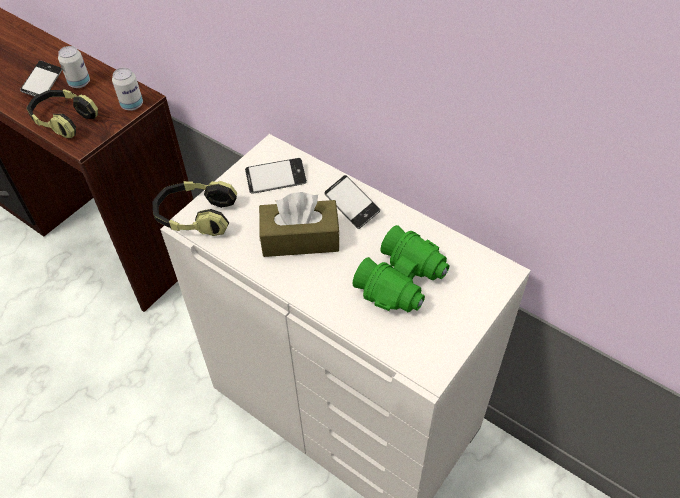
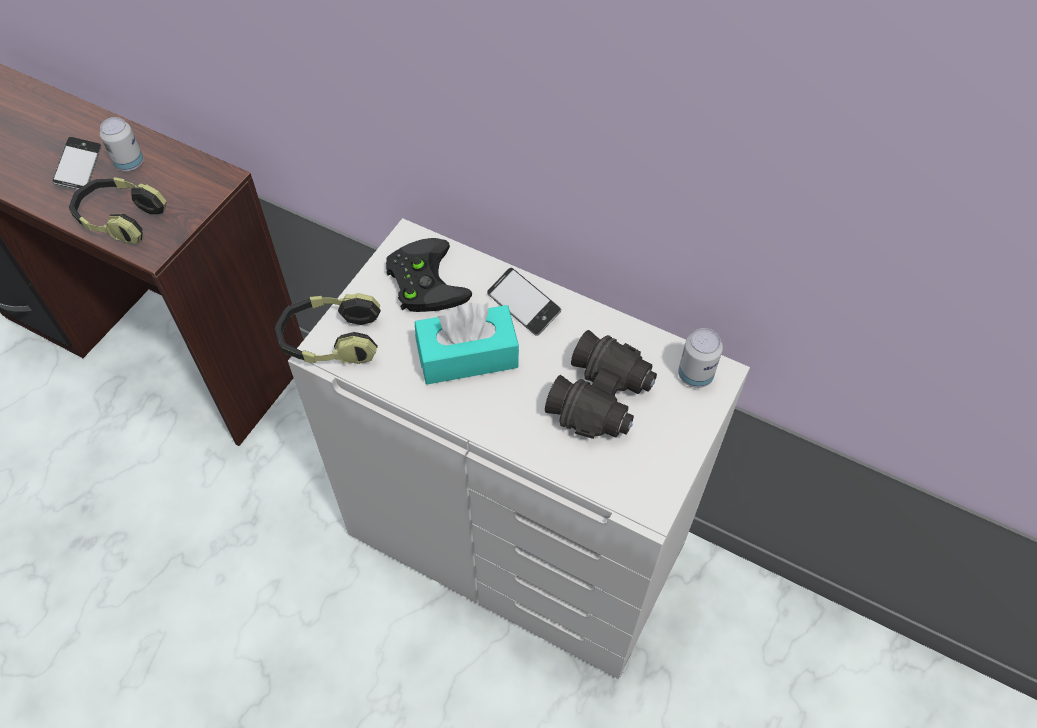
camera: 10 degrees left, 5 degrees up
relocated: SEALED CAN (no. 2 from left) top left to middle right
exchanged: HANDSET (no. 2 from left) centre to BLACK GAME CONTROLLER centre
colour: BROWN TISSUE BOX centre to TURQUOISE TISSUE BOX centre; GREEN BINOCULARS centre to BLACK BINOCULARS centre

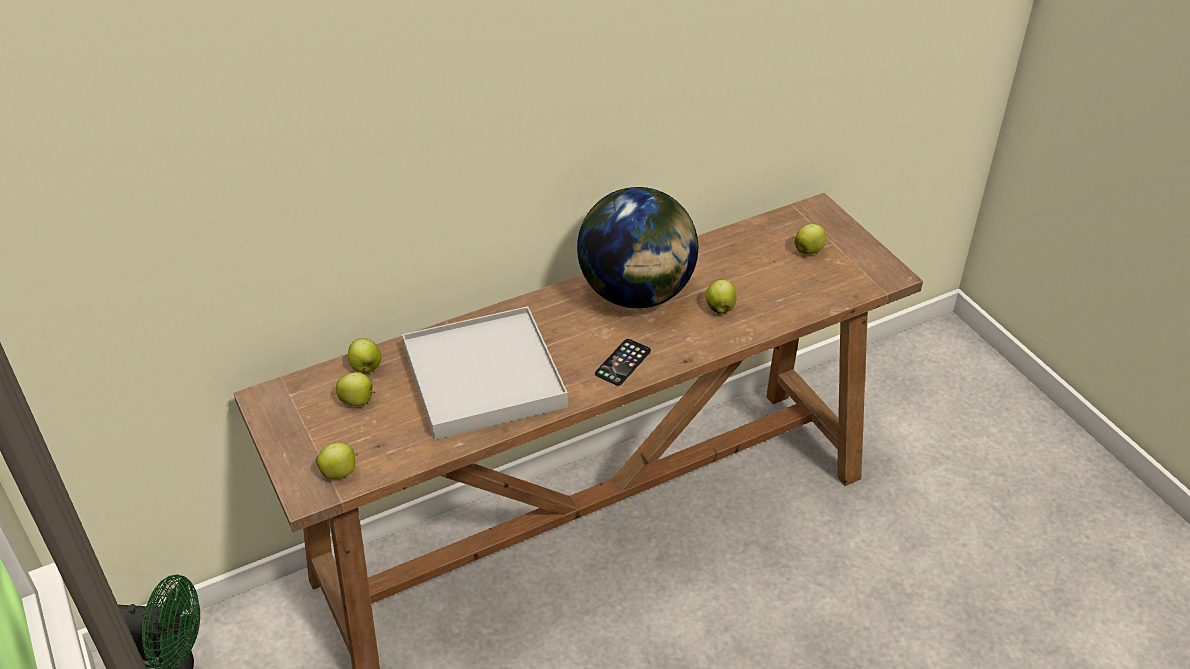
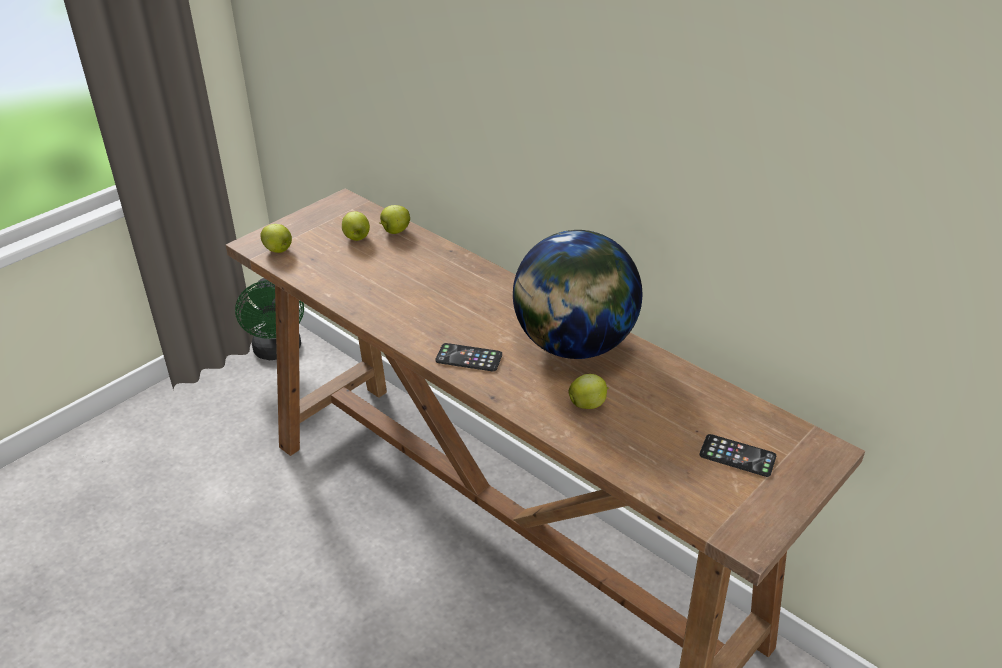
camera: 70 degrees right, 5 degrees down
missing: WHITE TRAY centre
exchanged: APPLE (no. 5 from left) middle right to HANDSET (no. 2 from left) bottom right

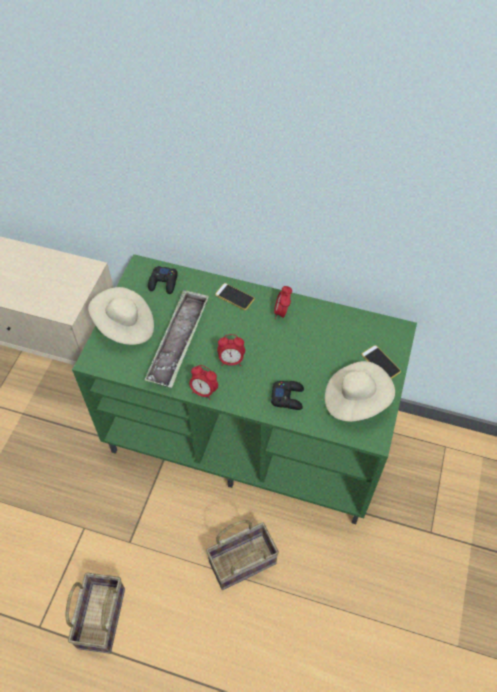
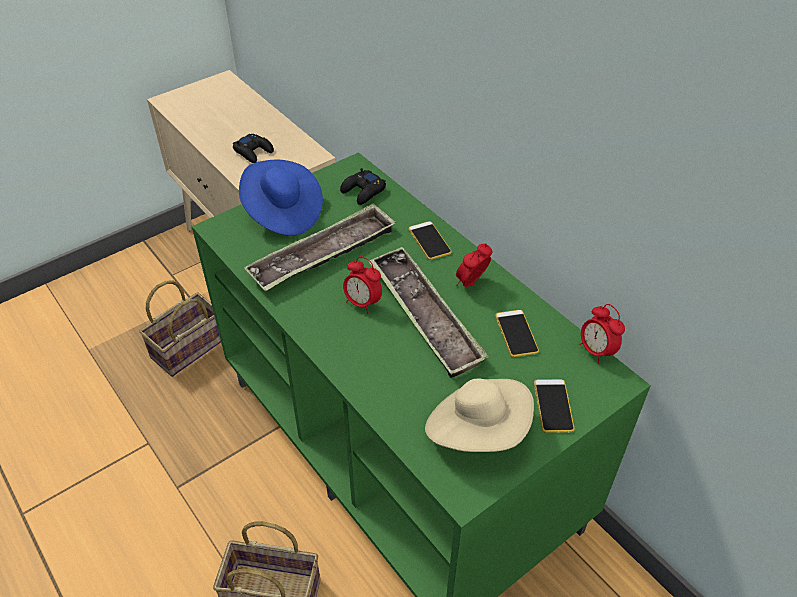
camera: 35 degrees right, 10 degrees down
appeared: TRAY (no. 2 from left) centre; HANDSET (no. 2 from left) centre
relocated: STORAGE BASKET (no. 1 from left) bottom left to middle left; TABLE CLOCK (no. 1 from left in the first image) centre to TABLE CLOCK (no. 3 from left) middle right; BLACK GAME CONTROLLER (no. 2 from left in the first image) centre to BLACK GAME CONTROLLER (no. 1 from left) top left
colour: BEIGE-COLOURED CLOTHING HAT (no. 1 from left) middle left to BLUISH CLOTHING HAT top centre

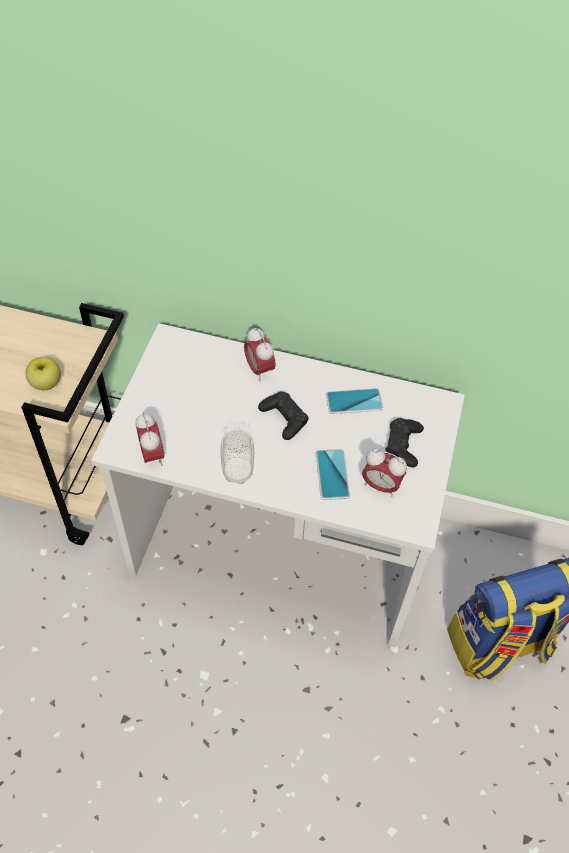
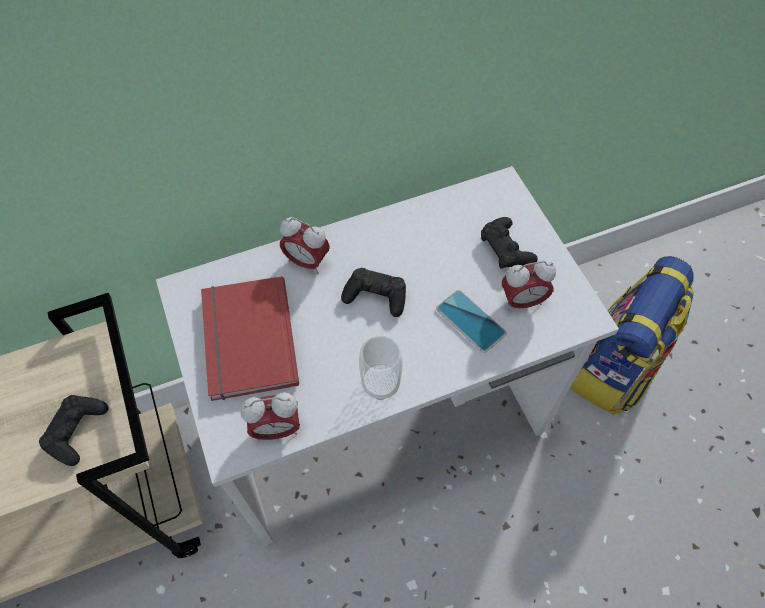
camera: 35 degrees left, 5 degrees up
missing: HANDSET (no. 2 from left) centre
appeared: REDDISH VOLUME middle left
exchanged: APPLE middle left to BLACK GAME CONTROLLER (no. 1 from left) bottom left
spun: TABLE CLOCK (no. 1 from left) middle left = bottom centre 135 degrees clockwise

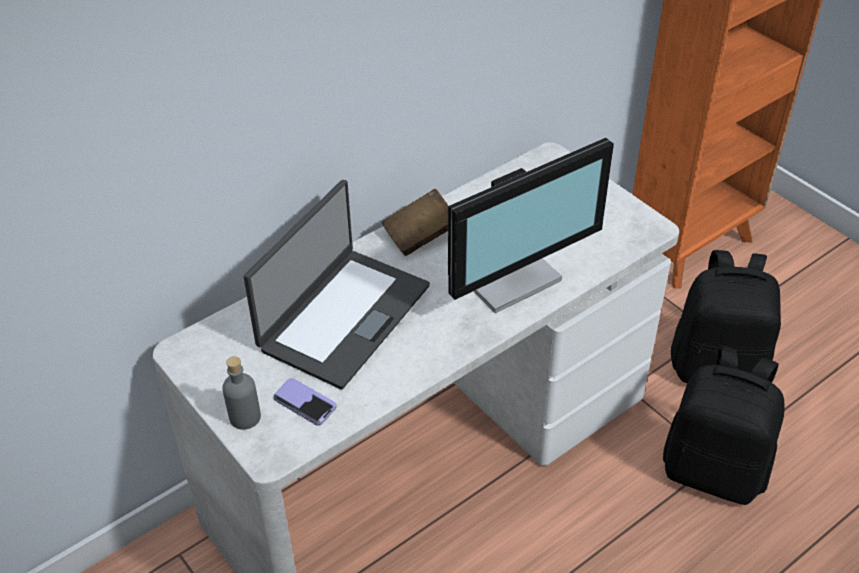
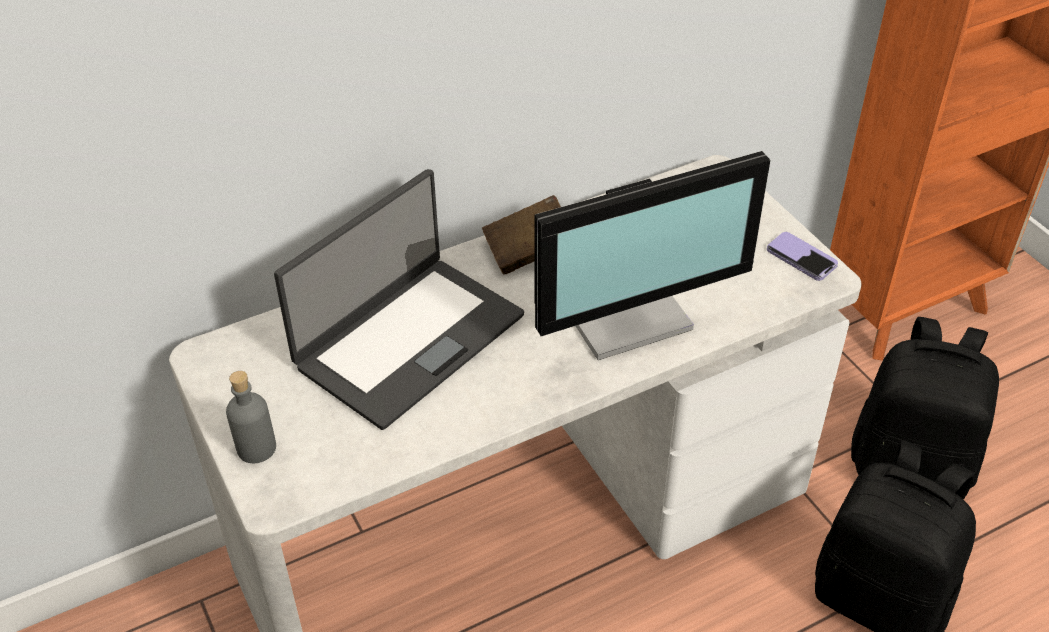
camera: 10 degrees right, 0 degrees up
relocated: HANDSET bottom centre to middle right

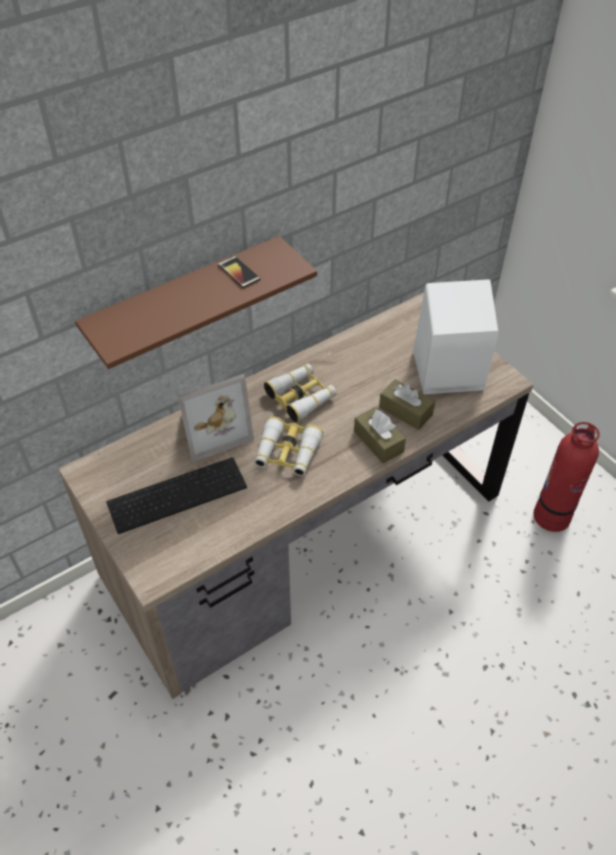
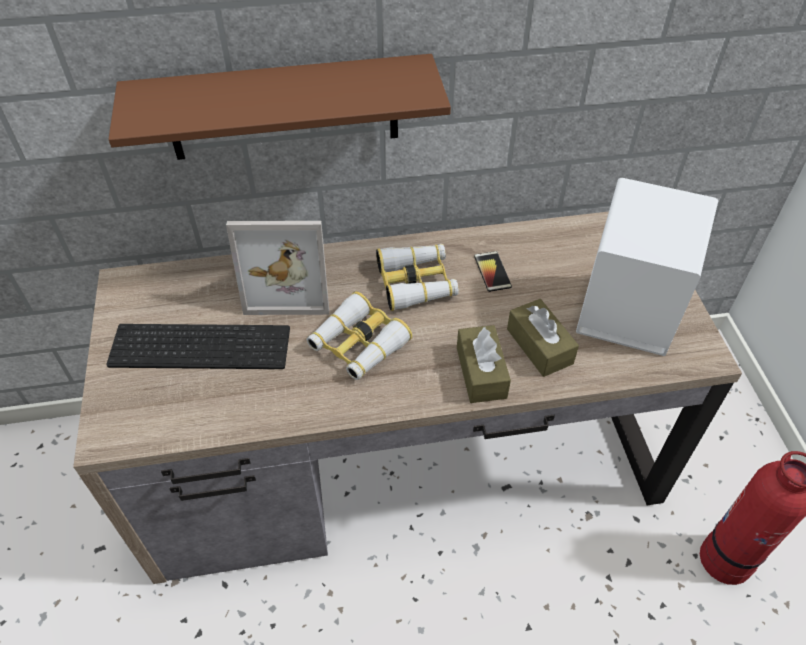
camera: 25 degrees right, 0 degrees up
relocated: HANDSET top centre to centre

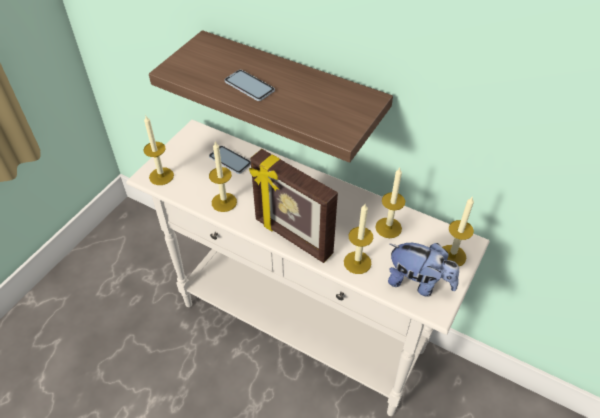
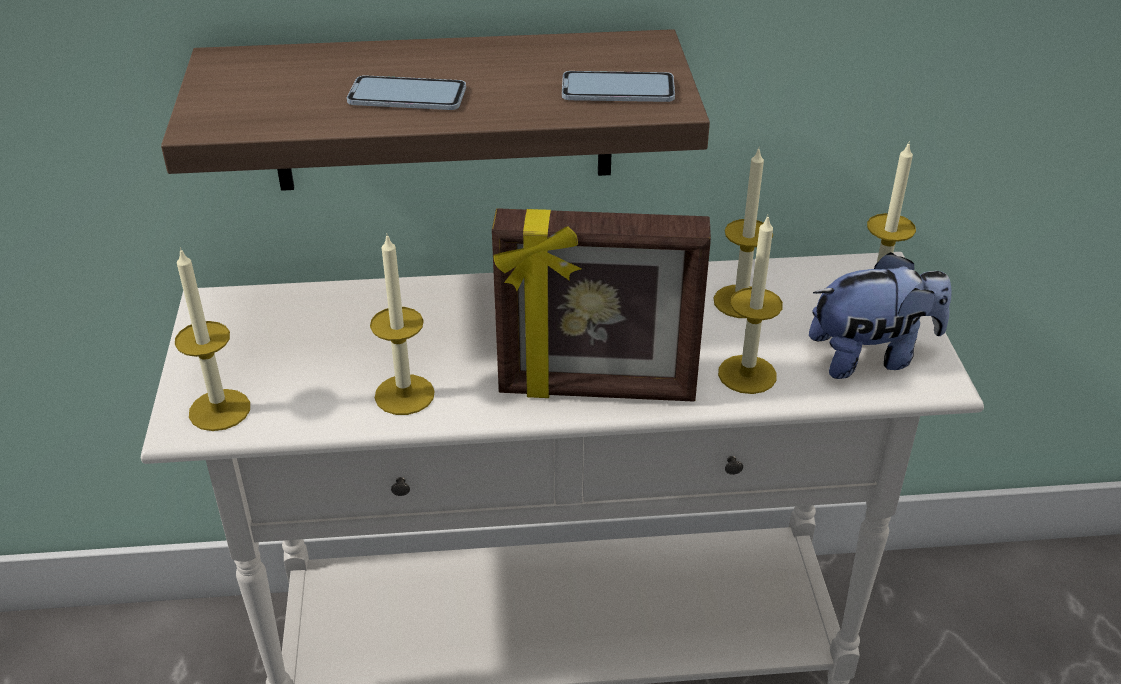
camera: 35 degrees left, 10 degrees down
relocated: HANDSET (no. 1 from left in the first image) centre to HANDSET (no. 2 from left) top centre

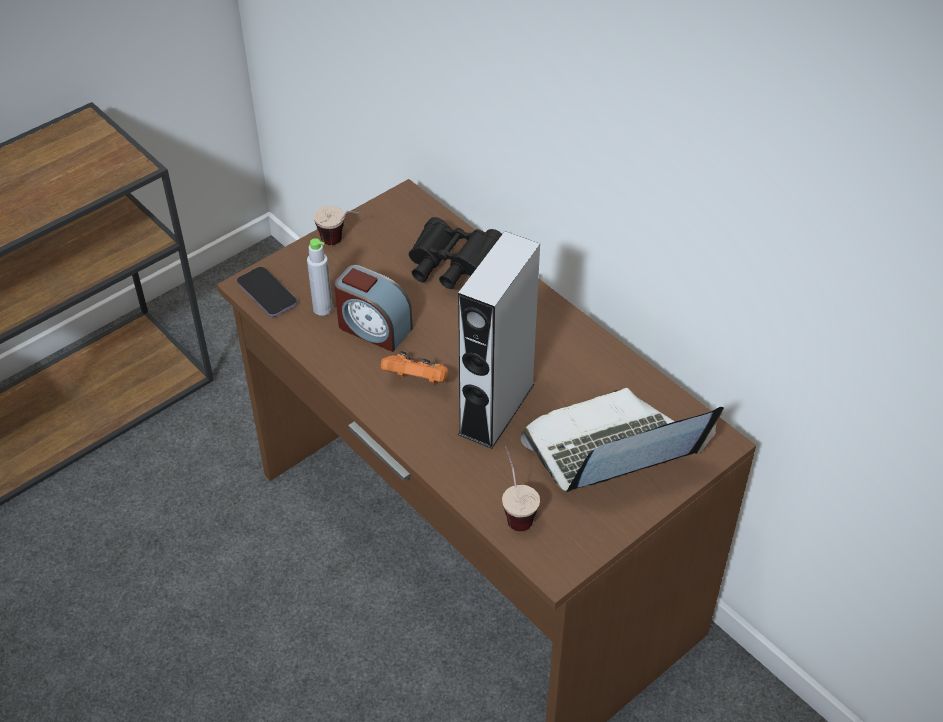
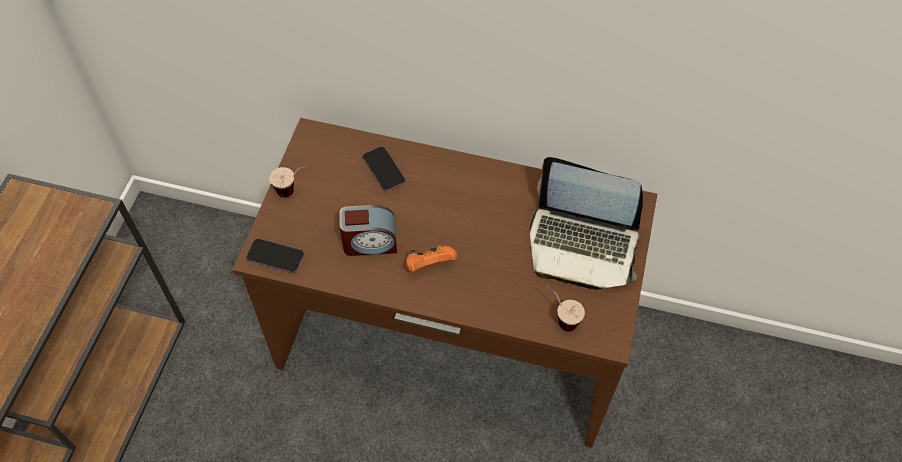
camera: 35 degrees left, 10 degrees up
missing: GREY DRINK BOTTLE centre; GREY LOUDSPEAKER centre
exchanged: BLACK BINOCULARS centre to HANDSET (no. 2 from left) centre
spun: NOTEBOOK COMPUTER centre = centre 105 degrees counterclockwise

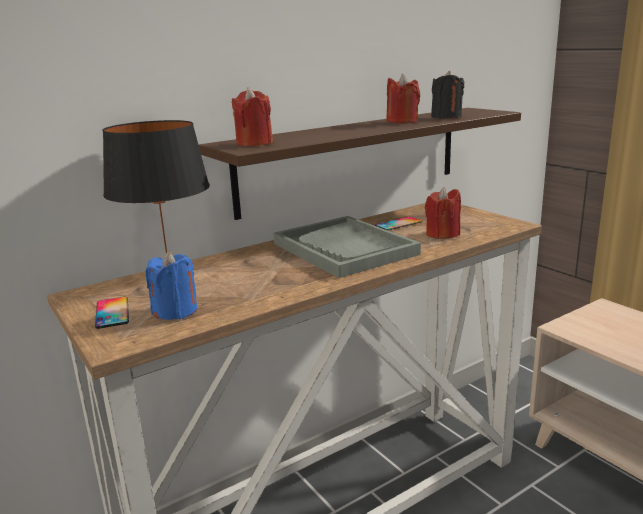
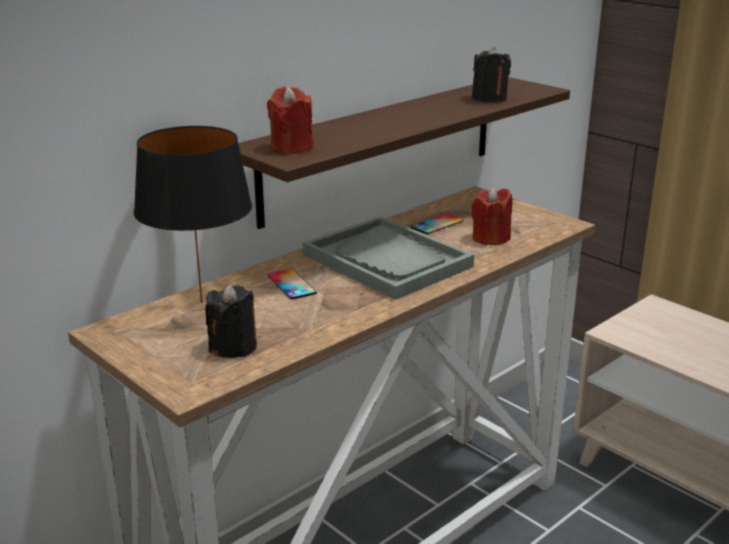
camera: 10 degrees left, 5 degrees up
missing: REDDISH CANDLE (no. 2 from left) top centre
relocated: HANDSET (no. 1 from left) middle left to centre
colour: BLUISH CANDLE middle left to BLACK CANDLE (no. 1 from left) middle left

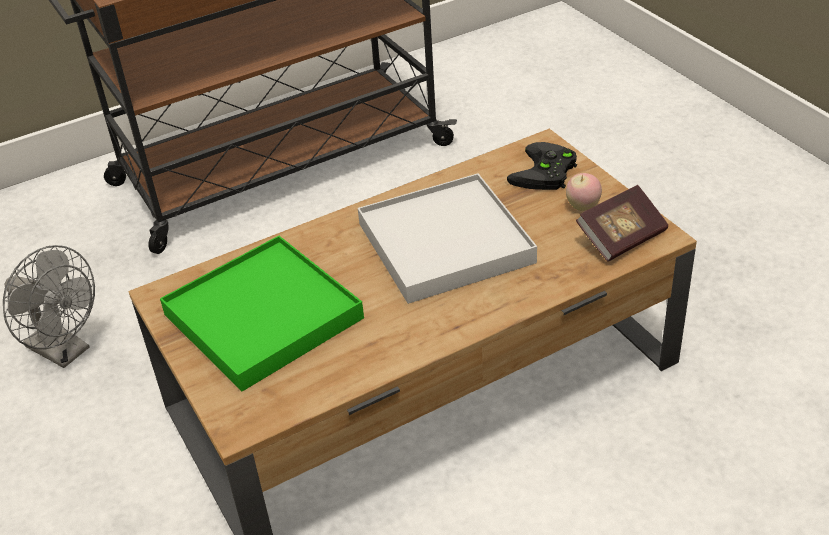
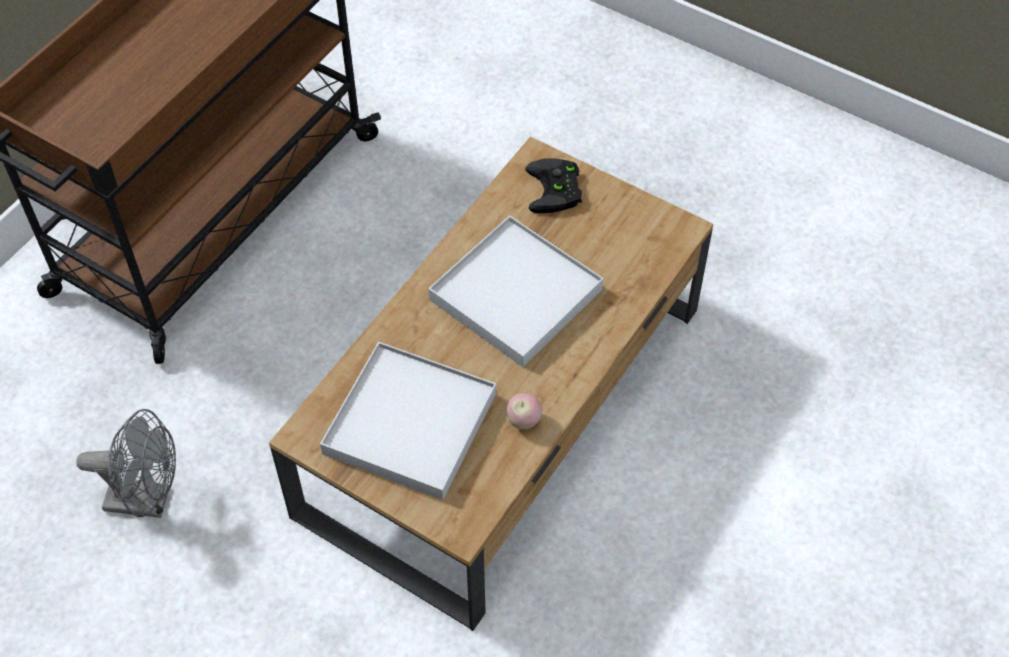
camera: 30 degrees left, 15 degrees up
missing: VOLUME middle right
relocated: APPLE middle right to centre
colour: GREEN TRAY middle left to WHITE TRAY (no. 1 from left) centre

